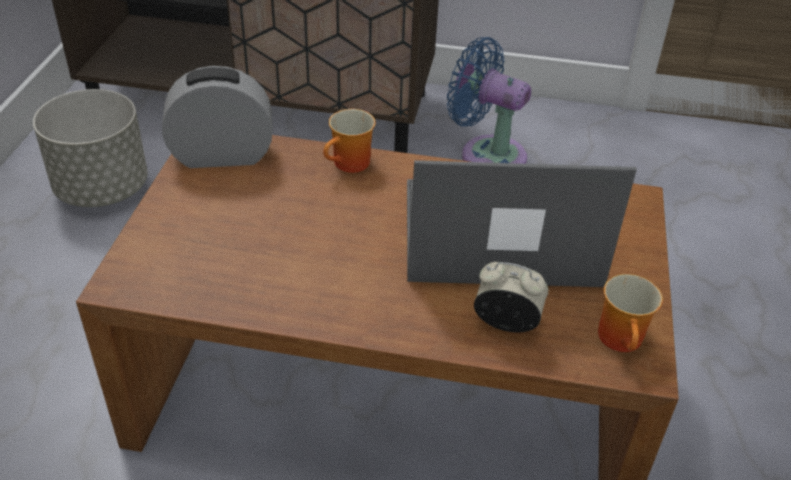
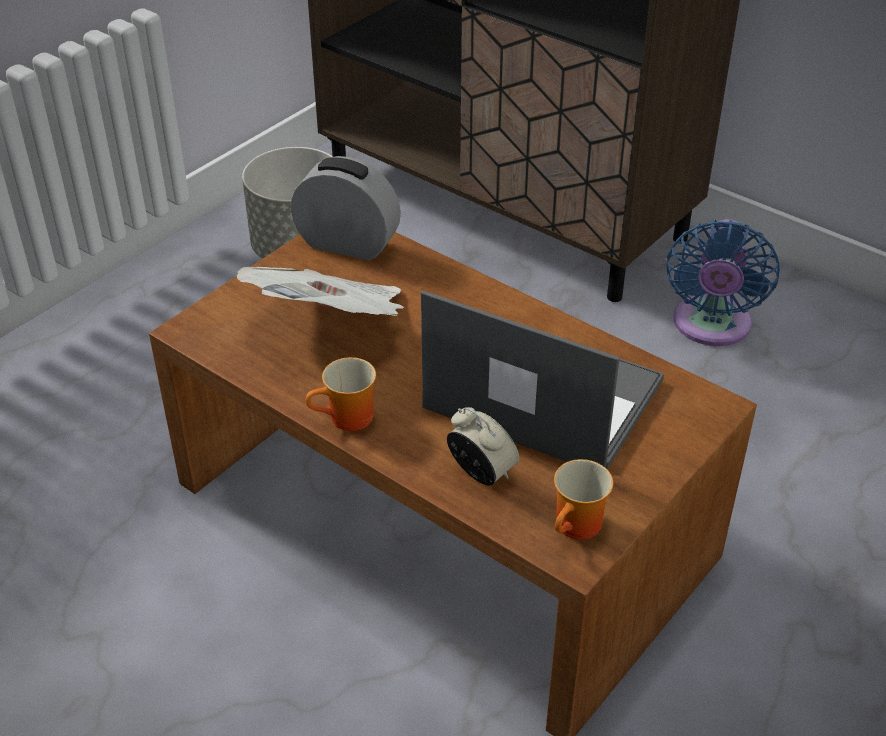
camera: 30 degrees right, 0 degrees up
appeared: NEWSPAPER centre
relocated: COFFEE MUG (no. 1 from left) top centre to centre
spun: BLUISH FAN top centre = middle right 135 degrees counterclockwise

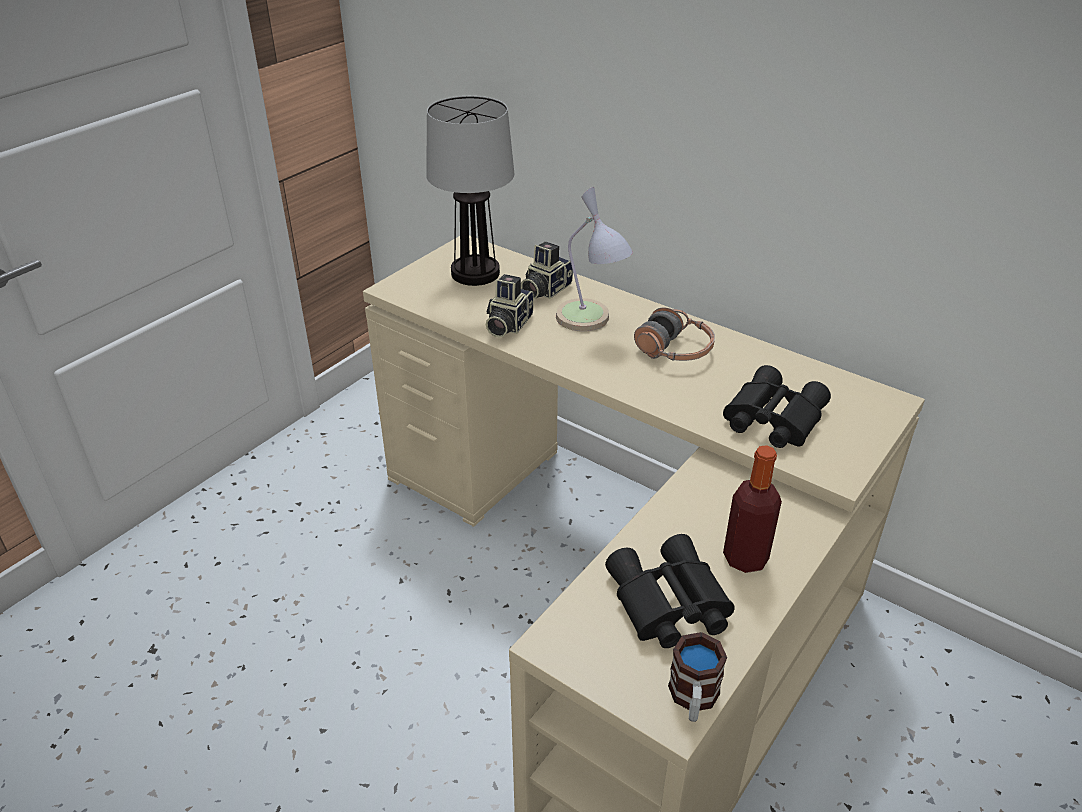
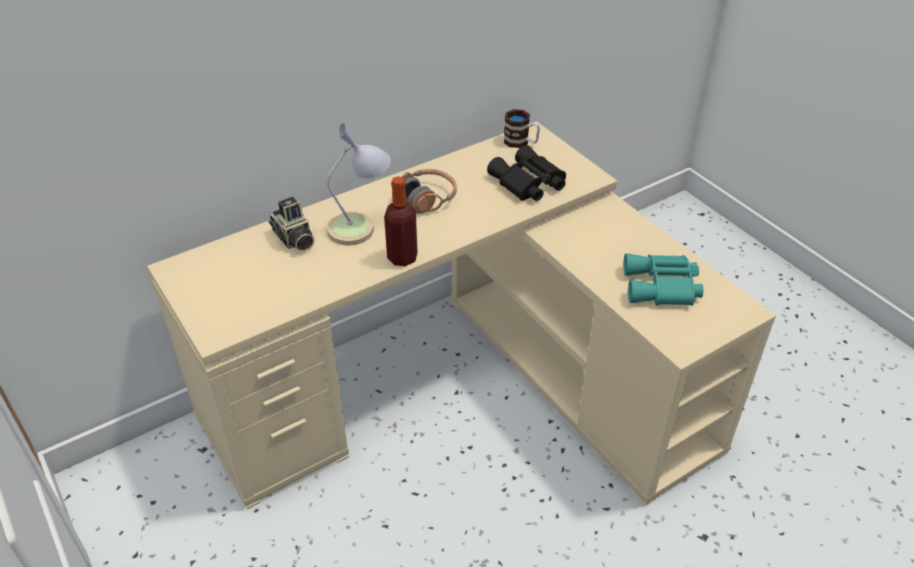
camera: 70 degrees left, 5 degrees up
missing: TABLE LAMP (no. 1 from left) top centre; PHOTO CAMERA (no. 1 from left) centre
relocated: COFFEE MUG bottom centre to top centre; DRINK BOTTLE middle right to centre
colour: BLACK BINOCULARS (no. 1 from left) bottom centre to TURQUOISE BINOCULARS middle right

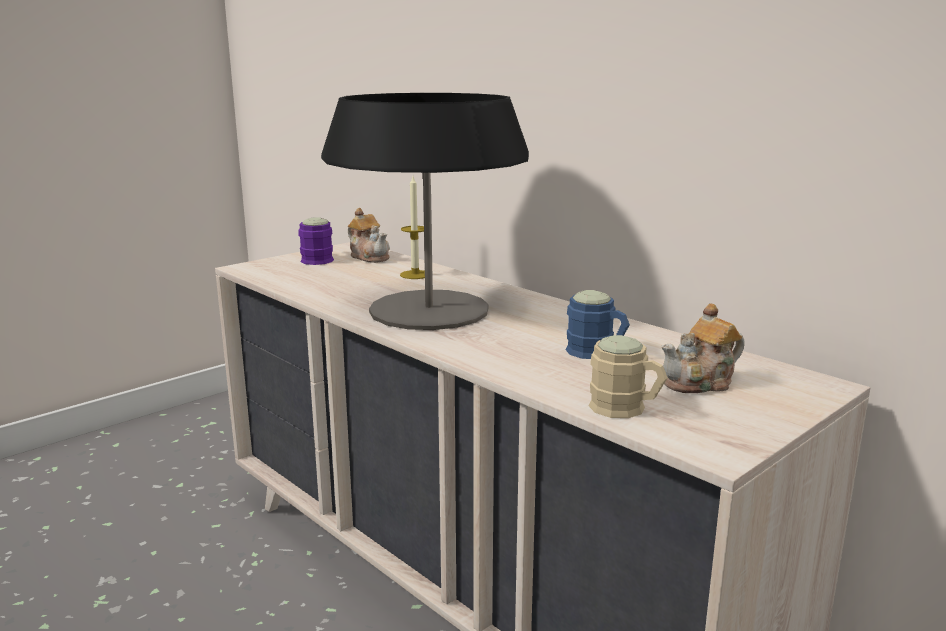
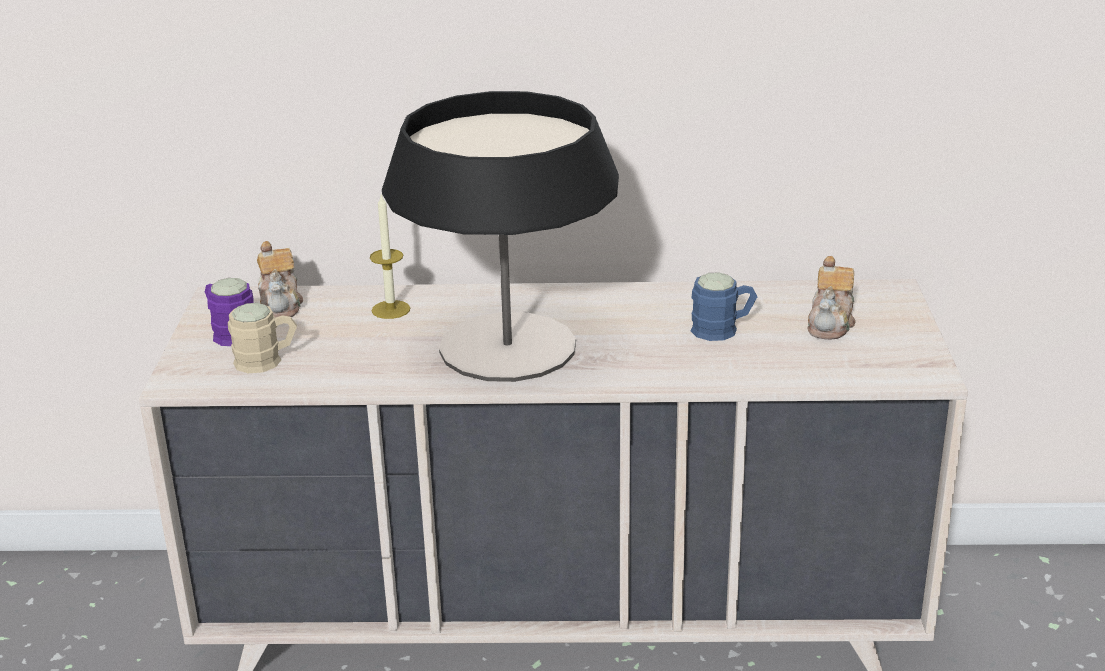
camera: 45 degrees left, 10 degrees up
relocated: BEIGE-COLOURED COFFEE MUG centre to middle left
spun: POT FOR TEA (no. 1 from left) centre = middle left 75 degrees clockwise

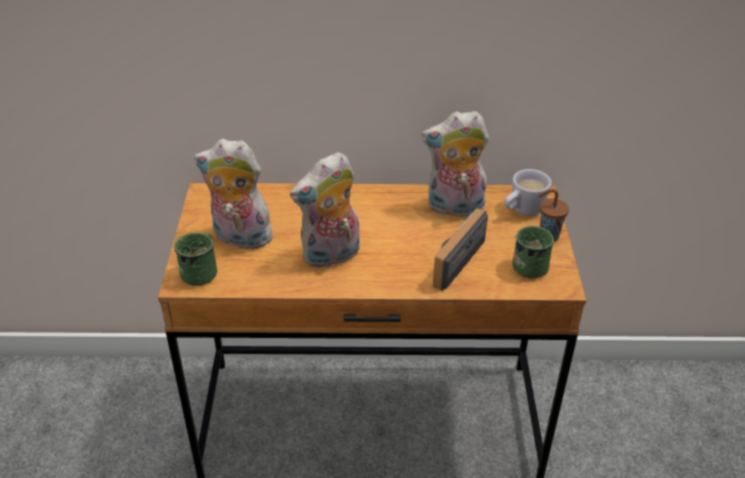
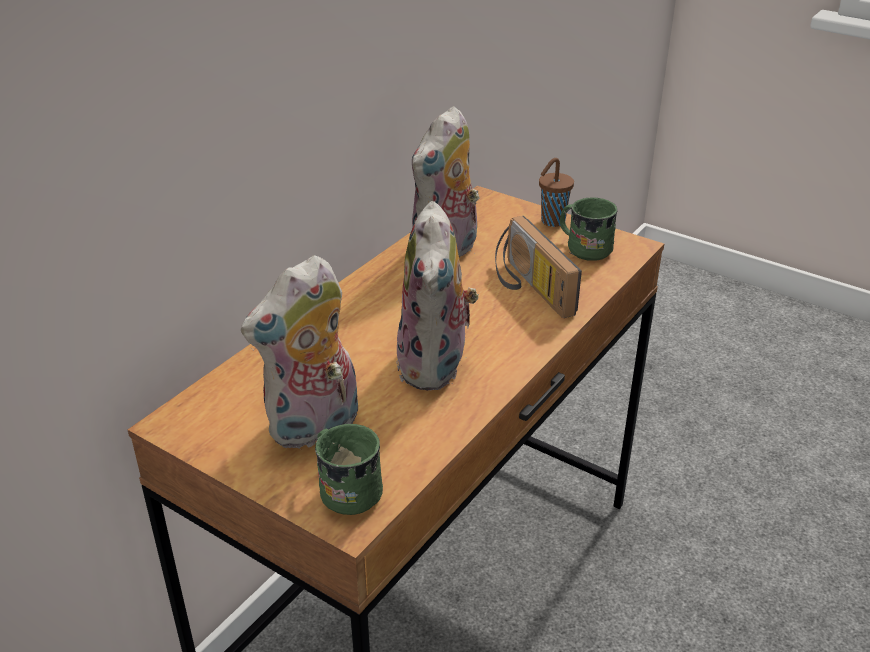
camera: 55 degrees left, 5 degrees down
missing: WHITE COFFEE MUG middle right

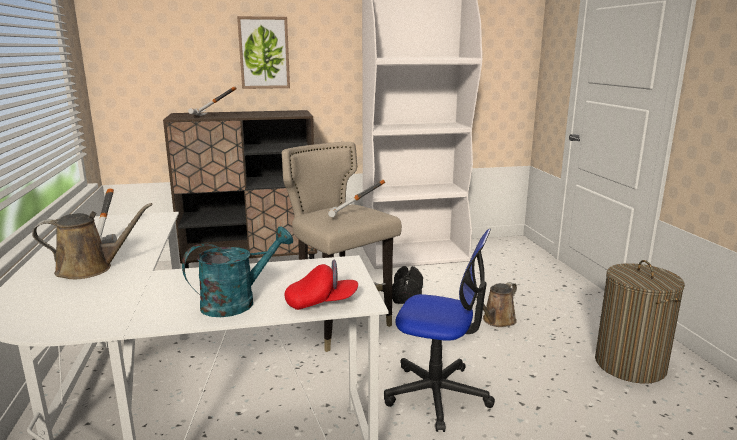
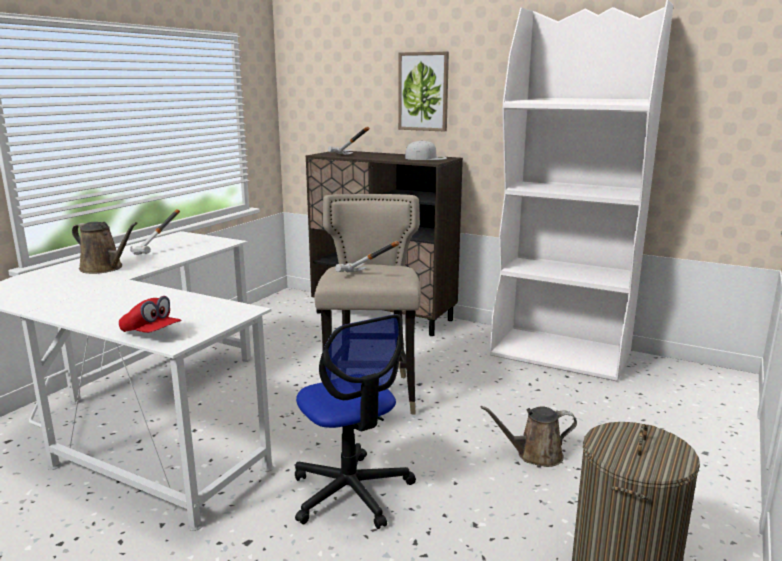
camera: 40 degrees right, 0 degrees up
missing: TURQUOISE SPRINKLING CAN middle left; BLACK DUMBBELL centre
appeared: WHITE CAP top centre

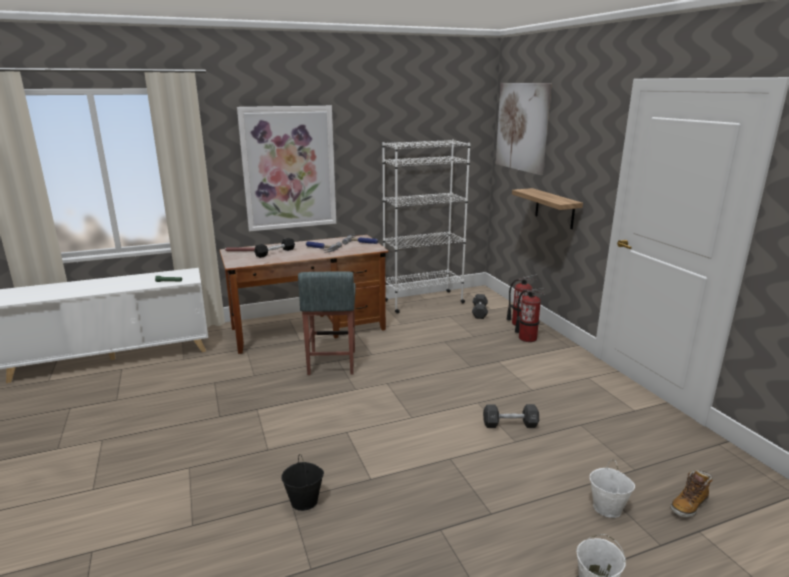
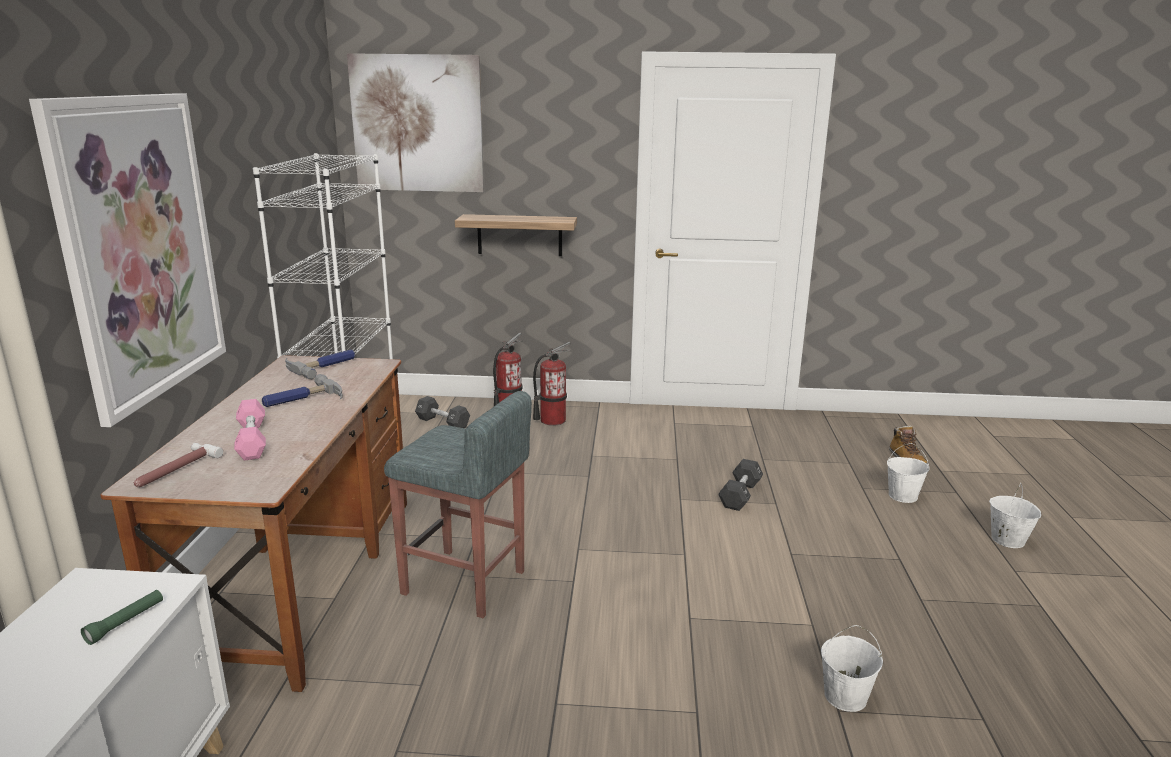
camera: 65 degrees left, 0 degrees up
colour: BLACK DUMBBELL (no. 1 from left) centre to PINK-COLOURED DUMBBELL middle left; BLACK PAIL bottom centre to WHITE PAIL (no. 1 from left) bottom right

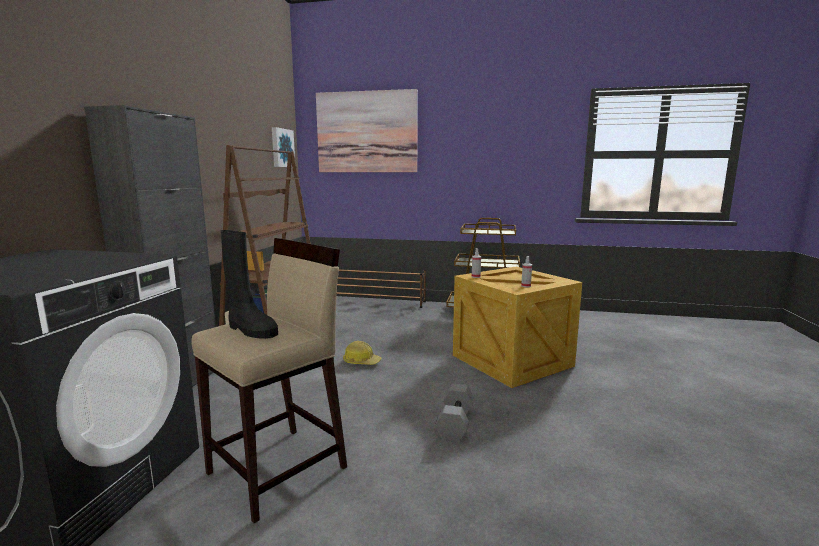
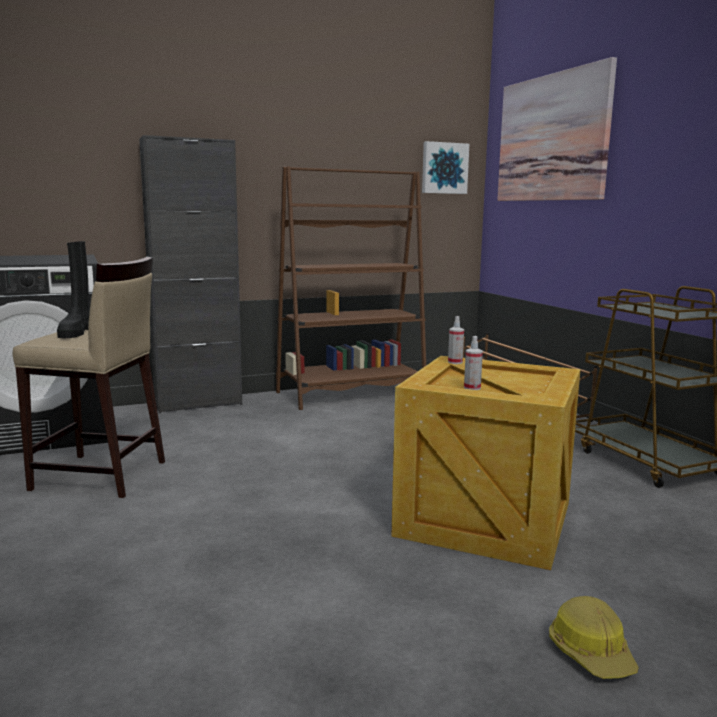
camera: 55 degrees right, 0 degrees up
missing: GREY DUMBBELL bottom centre
relocated: SAFETY HELMET centre to bottom right

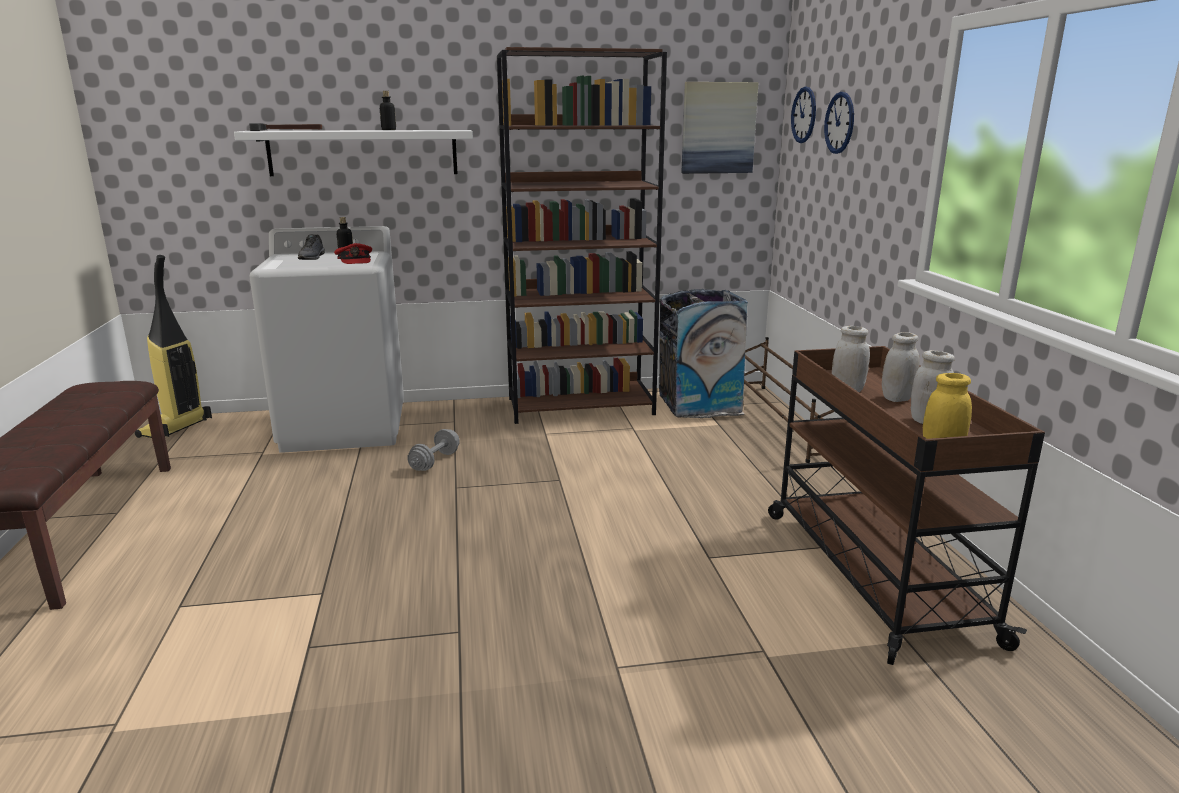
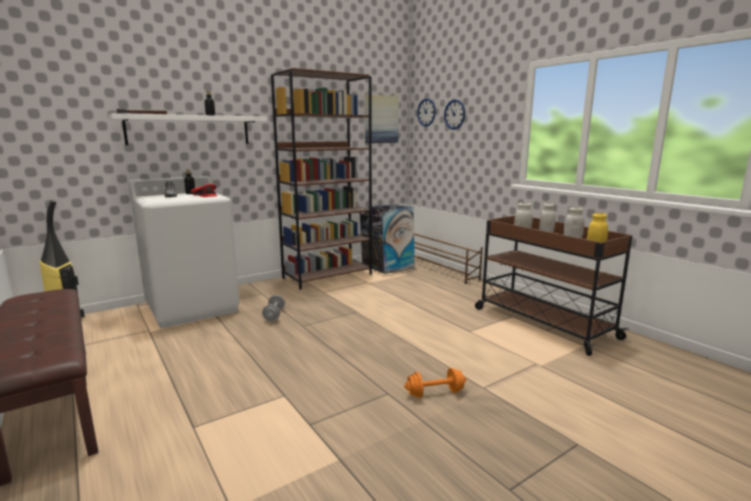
camera: 25 degrees left, 5 degrees down
appeared: ORANGE-COLOURED DUMBBELL bottom centre

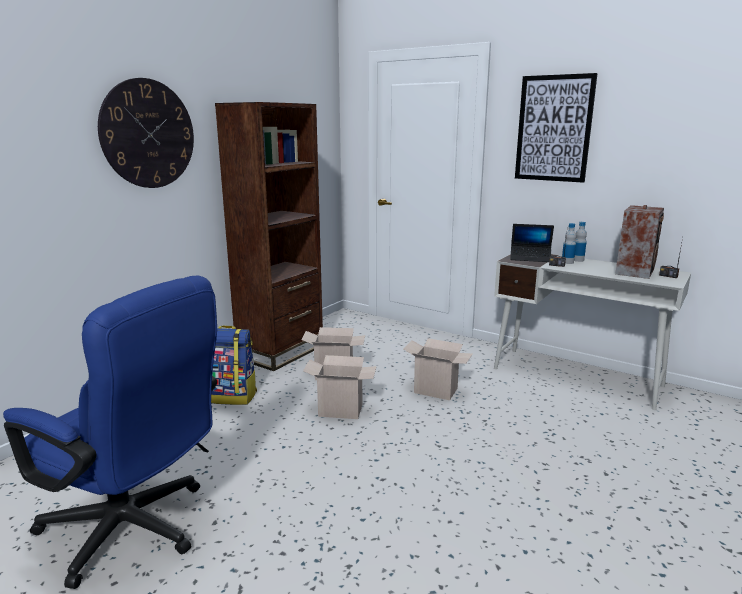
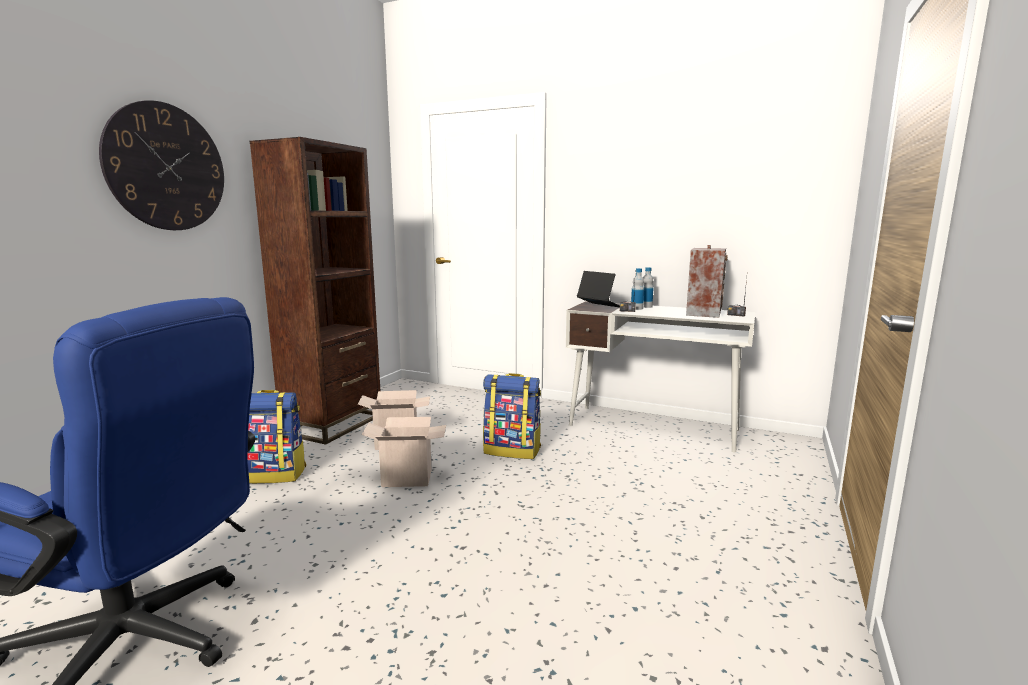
camera: 10 degrees left, 5 degrees down
missing: WALL ART top right
exchanged: CARTON (no. 3 from left) centre to BACKPACK (no. 2 from left) centre
spun: NOTEBOOK COMPUTER middle right = centre 135 degrees counterclockwise

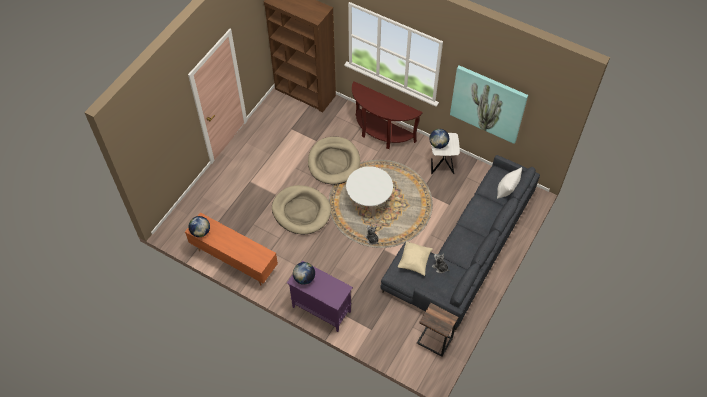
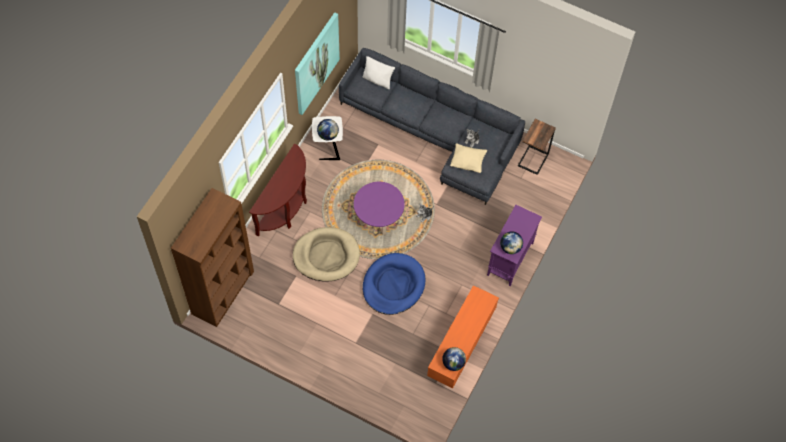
camera: 95 degrees left, 5 degrees up
colour: BEIGE-COLOURED PET BED (no. 1 from left) centre to BLUISH PET BED centre; WHITE LOW TABLE centre to PURPLE LOW TABLE centre

